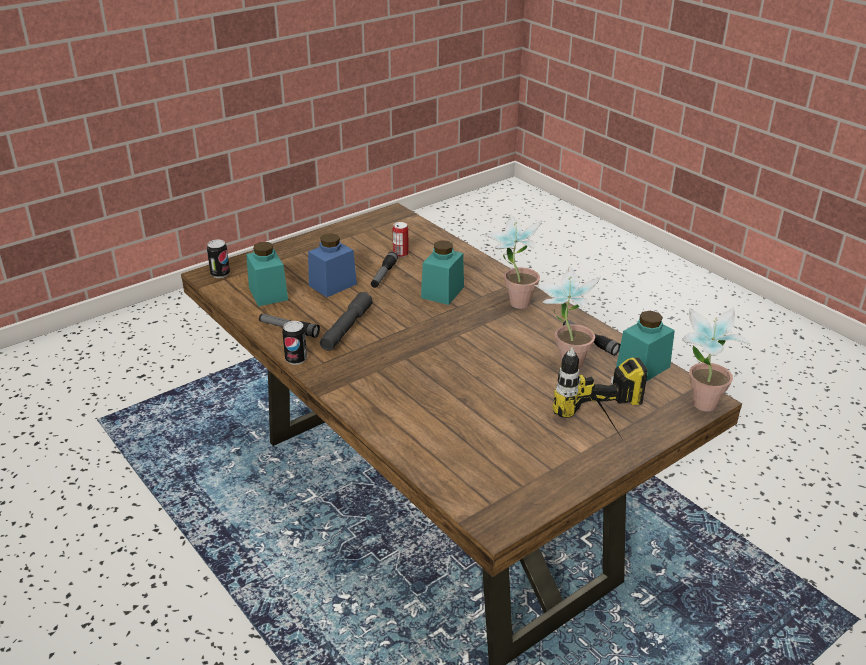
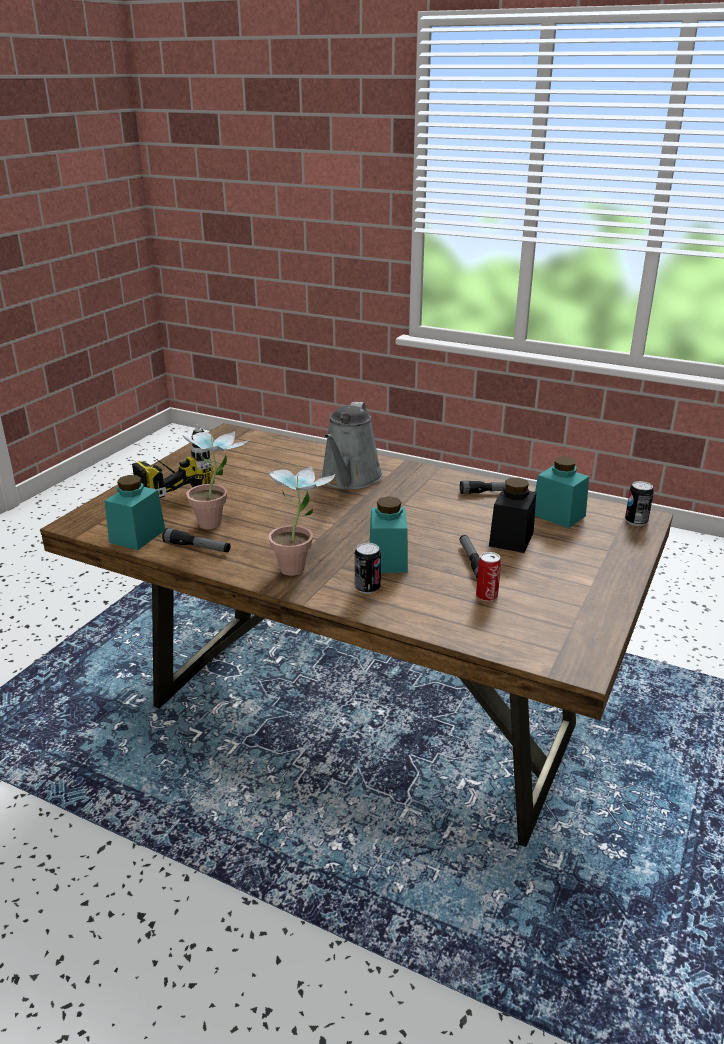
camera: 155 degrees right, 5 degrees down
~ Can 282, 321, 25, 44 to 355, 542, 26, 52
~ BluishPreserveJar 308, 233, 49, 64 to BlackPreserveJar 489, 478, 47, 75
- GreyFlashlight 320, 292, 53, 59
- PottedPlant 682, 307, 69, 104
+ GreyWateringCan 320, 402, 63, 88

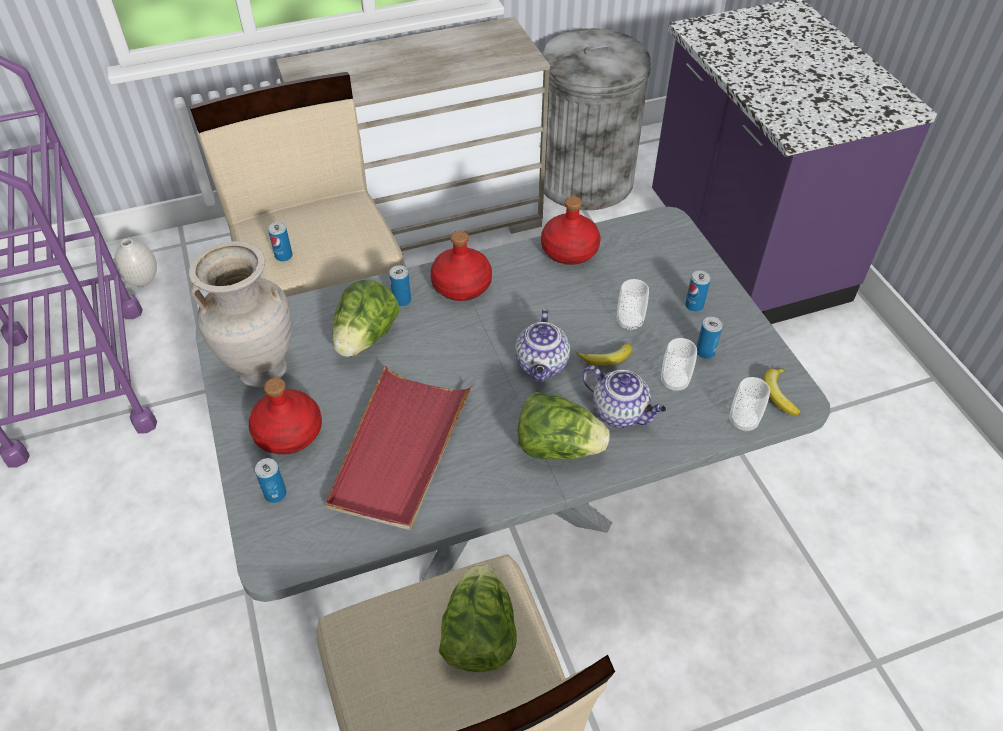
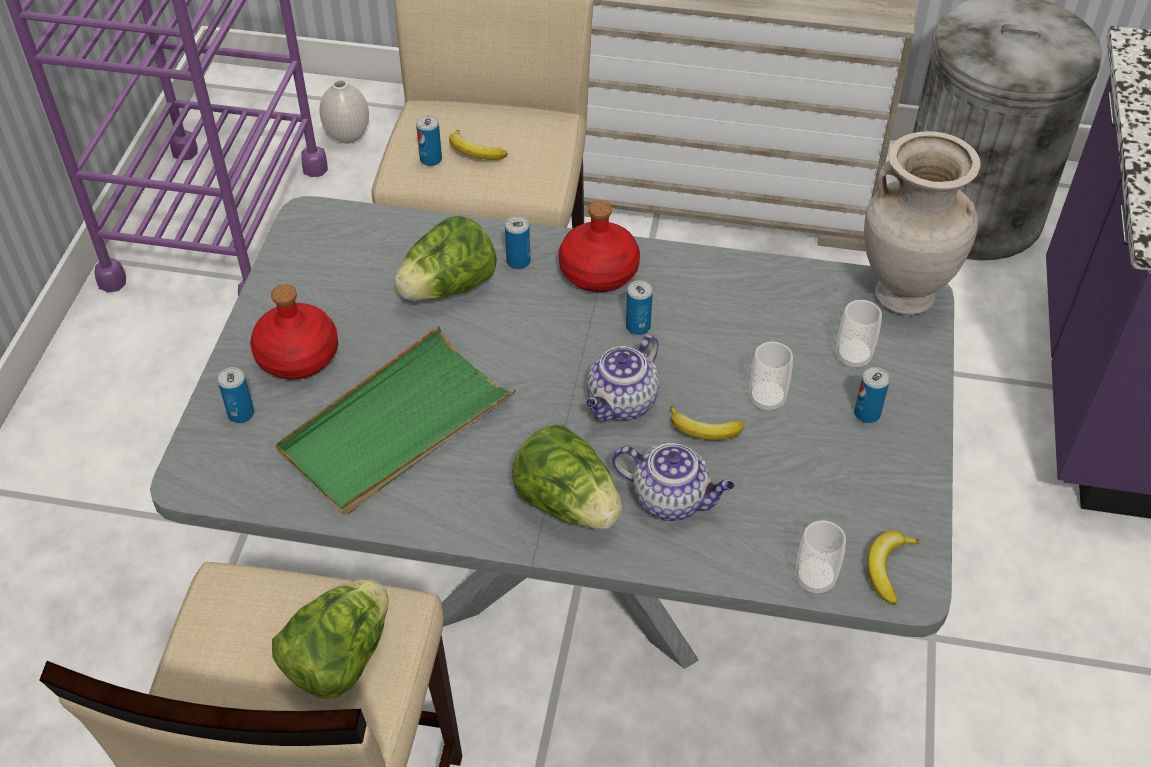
camera: 30 degrees right, 0 degrees up
~ BeigeColouredFlowerVase 189, 241, 103, 146 to 864, 131, 117, 184
~ ReddishServingTray 325, 366, 147, 164 to GreenColouredServingTray 276, 326, 240, 189
- ReddishBottle 541, 196, 59, 69
~ PotForTea 582, 366, 84, 62 = 612, 443, 123, 78 45 degrees counterclockwise
~ DrinkingCup 661, 338, 36, 54 to 836, 300, 46, 69
~ Can 696, 317, 27, 42 to 626, 280, 27, 55
+ BananaFruit 449, 130, 59, 30

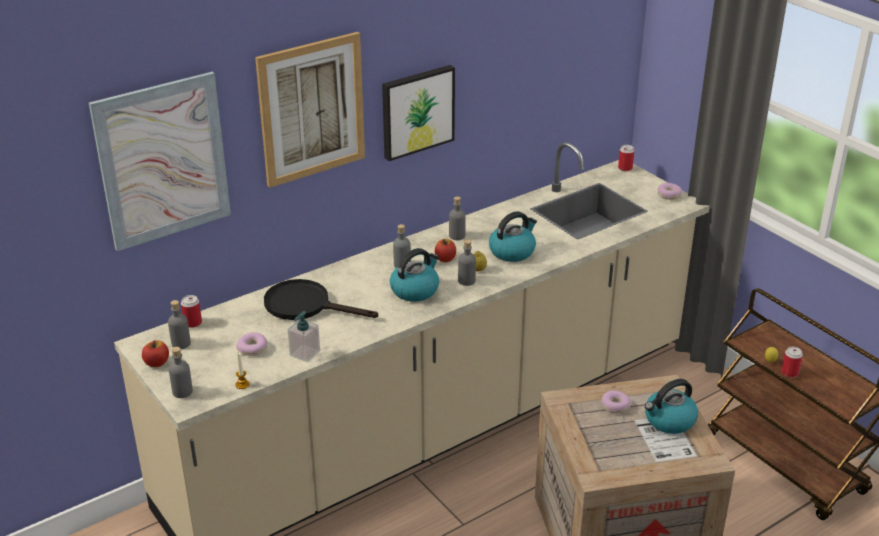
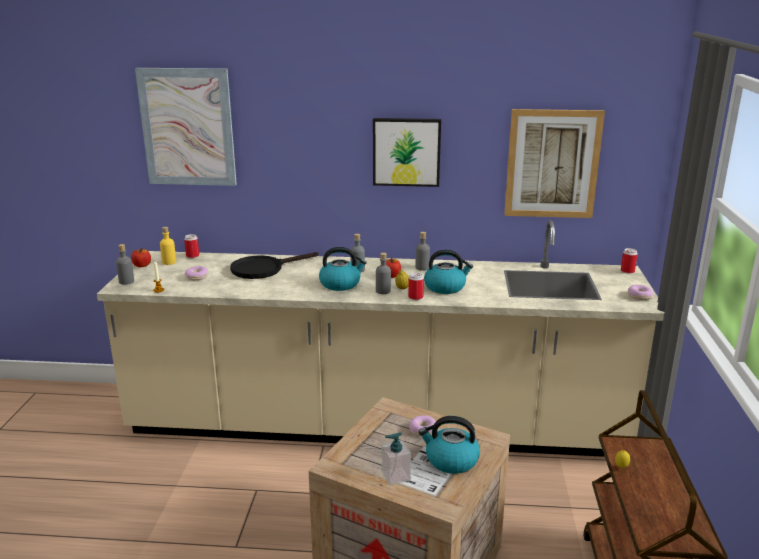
camera: 40 degrees right, 10 degrees down
~ GreyBottle 168, 300, 23, 49 to YellowColouredBottle 160, 227, 16, 38
~ WallArt 255, 32, 110, 156 to 504, 109, 101, 109
~ BlackFryingPan 264, 279, 114, 41 = 230, 252, 88, 27 90 degrees counterclockwise
~ LiquidSoapBottle 288, 311, 32, 51 to 382, 432, 29, 53
~ Can 781, 347, 22, 31 to 408, 272, 16, 28

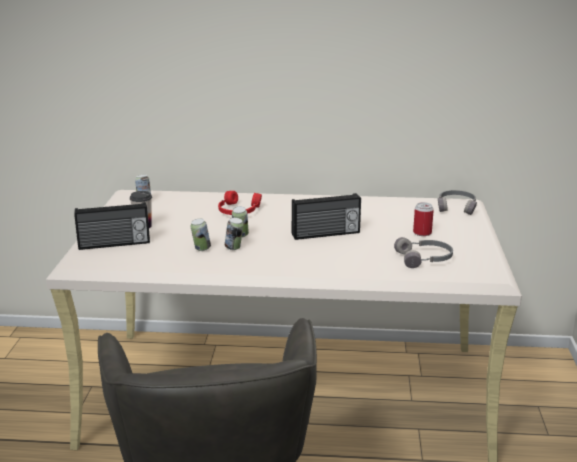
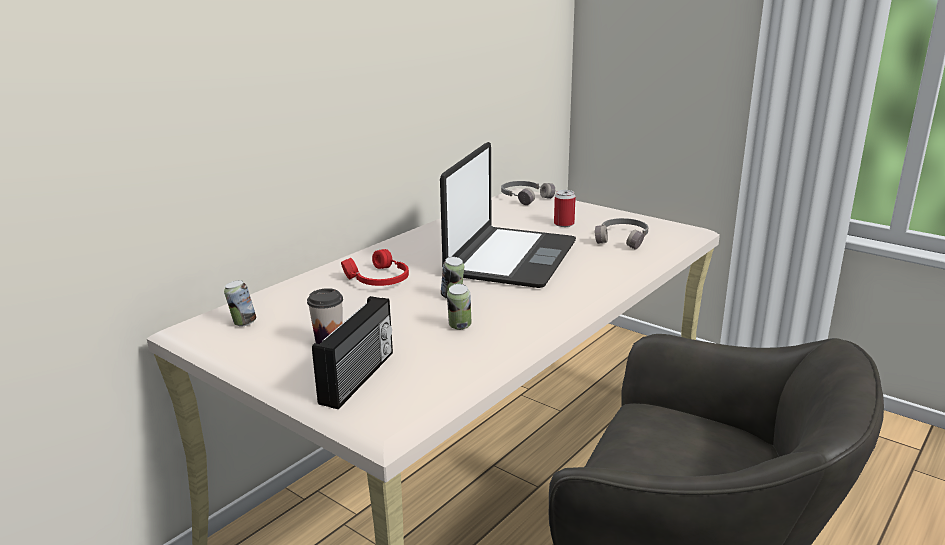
camera: 55 degrees left, 0 degrees up
- Can 225, 218, 18, 32
~ RadioSet 292, 193, 69, 47 to PortableComputer 440, 142, 136, 146

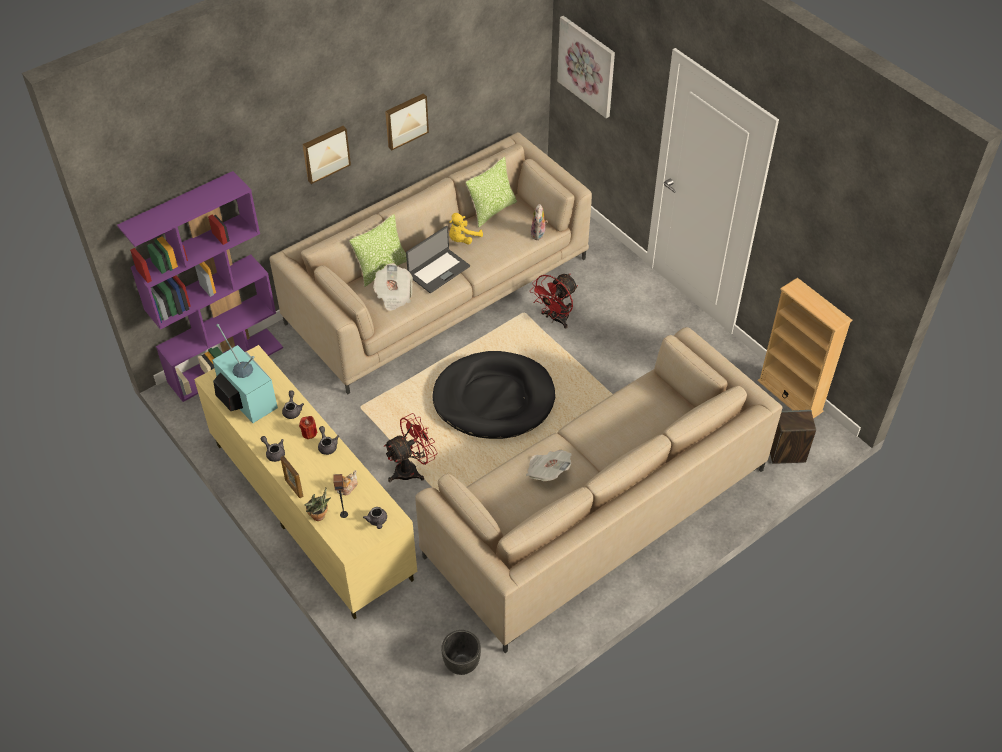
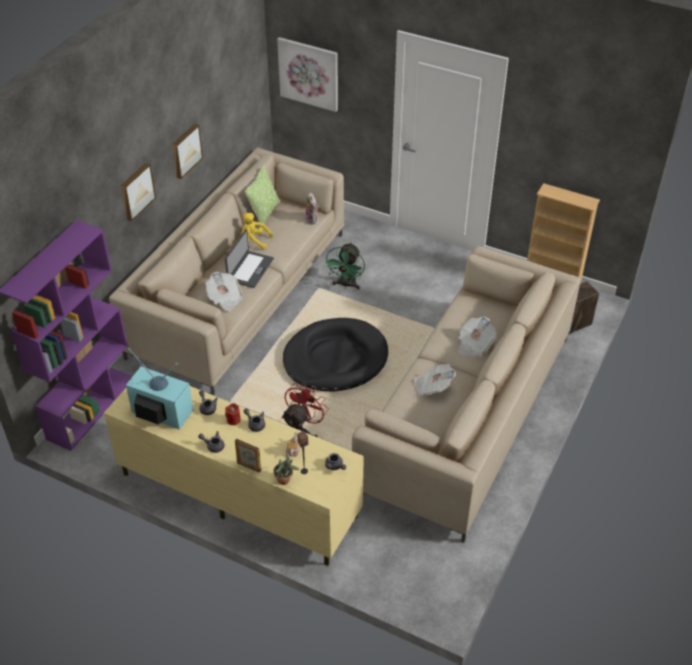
camera: 25 degrees left, 5 degrees down
- Pillow 349, 214, 58, 73
- BlackFlowerPot 441, 630, 40, 45
~ YellowColouredPlushToy 449, 213, 34, 31 = 242, 213, 31, 36 90 degrees clockwise
~ ReddishCoolingFan 531, 274, 47, 55 to GreenColouredCoolingFan 324, 242, 41, 47
+ PrintedPaper 458, 317, 39, 40

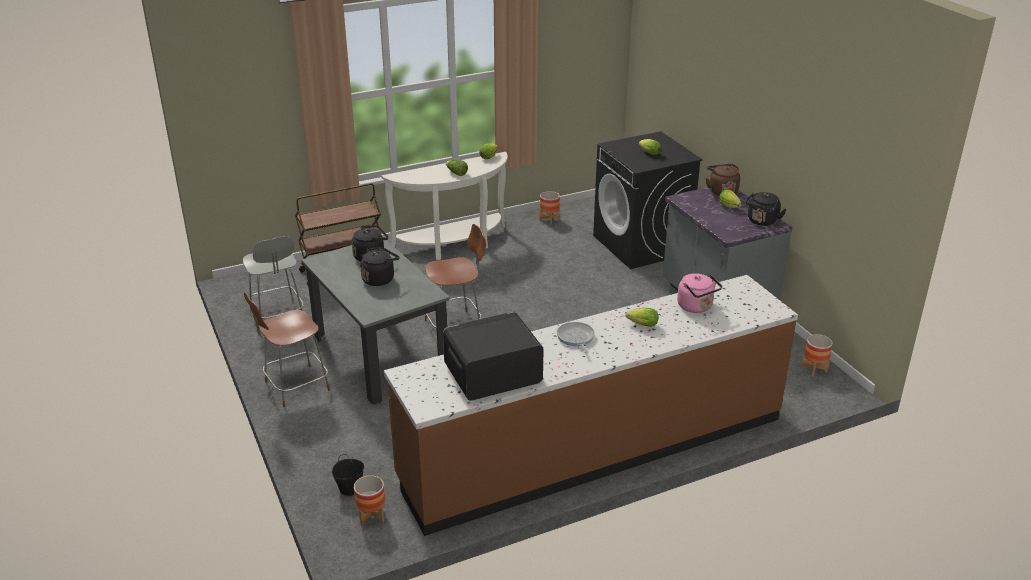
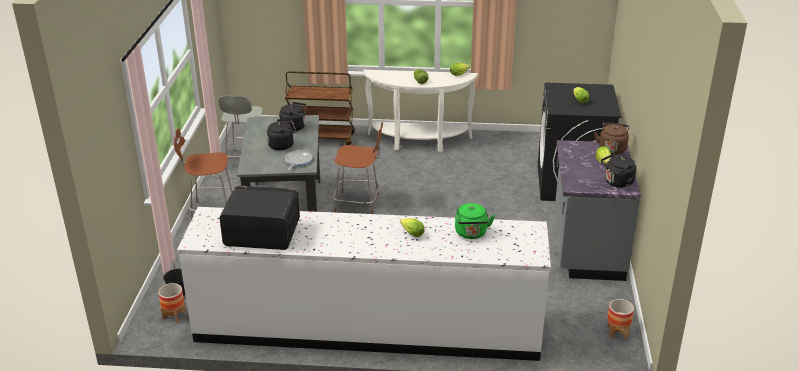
camera: 30 degrees right, 0 degrees up
~ BrownishKitchenBaseUnit 384, 275, 414, 261 to WhitishKitchenBaseUnit 177, 207, 374, 154
- FlowerPot 539, 191, 21, 34
~ FryingPan 557, 322, 38, 31 to 285, 150, 28, 21
~ PinkColouredKettle 677, 273, 45, 40 to GreenColouredKettle 455, 203, 40, 36

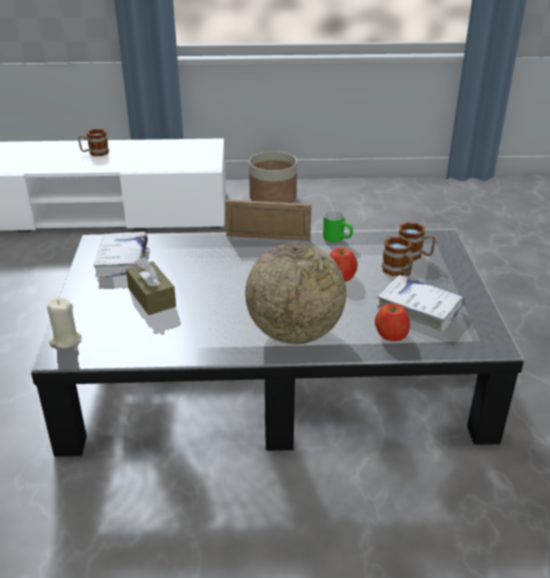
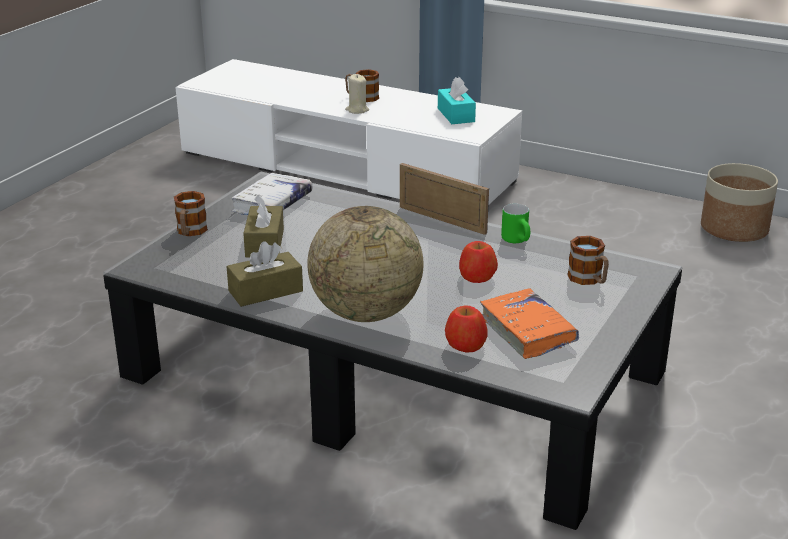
camera: 30 degrees right, 5 degrees down
~ BeigeColouredCandle 47, 297, 34, 51 to 345, 74, 24, 40
~ FlowerPot 249, 151, 48, 52 to 701, 163, 77, 79
~ WhitishVolume 377, 275, 88, 57 to OrangeyVolume 480, 288, 99, 71
~ TeaMug 382, 237, 31, 39 to 174, 191, 34, 45
+ BrownishTissueHolder 227, 241, 76, 66
+ TurquoiseTissueHolder 438, 77, 38, 47

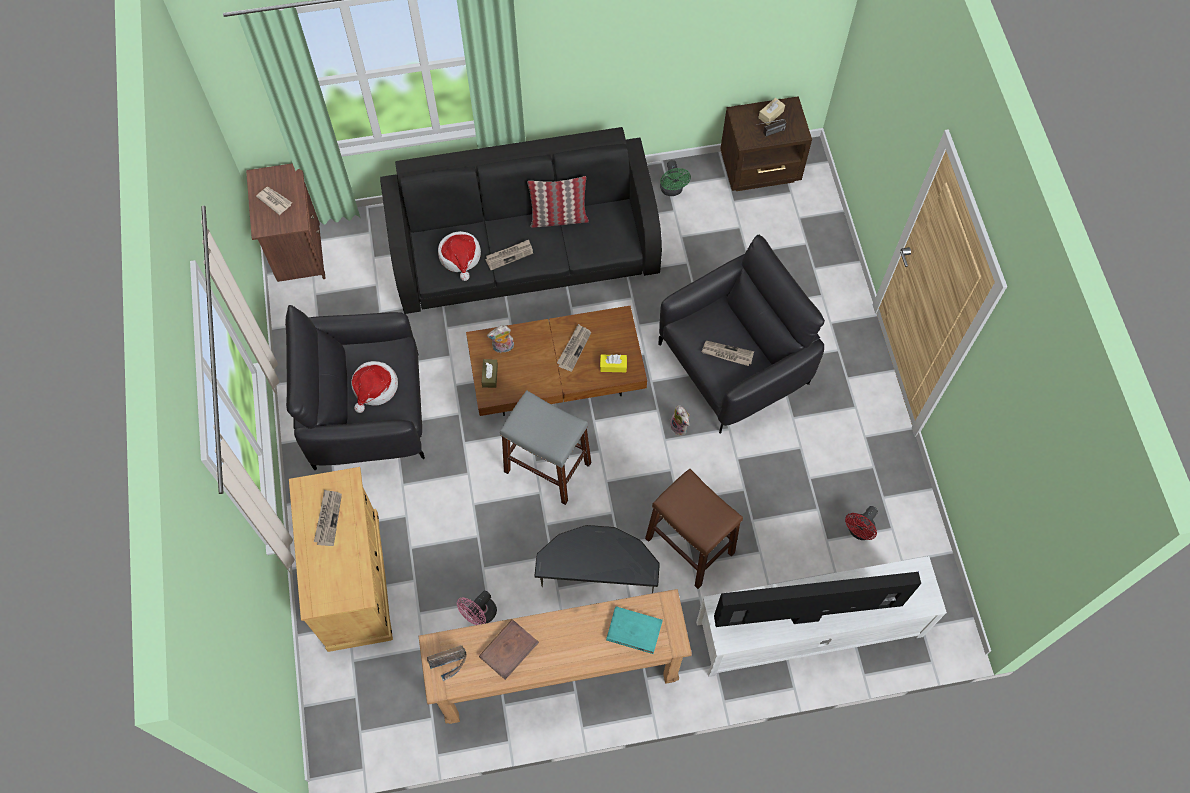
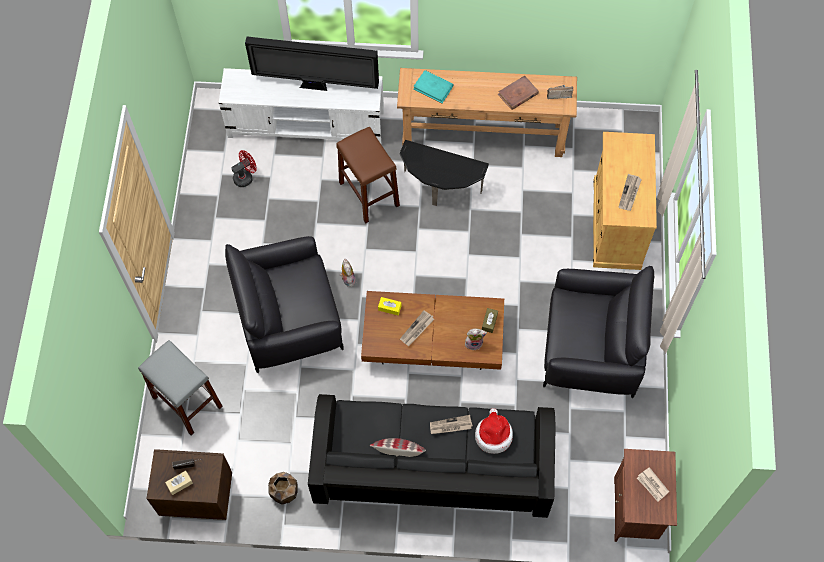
camera: 165 degrees left, 0 degrees up
- ClothingHat 351, 361, 47, 52
- PinkColouredCoolingFan 457, 591, 40, 34
~ GreyStoolSeat 500, 390, 91, 115 to 138, 340, 85, 96
~ GreenColouredCoolingFan 660, 160, 31, 36 to BrownishFlowerPot 268, 472, 30, 32
- PrintedPaper 702, 341, 52, 25

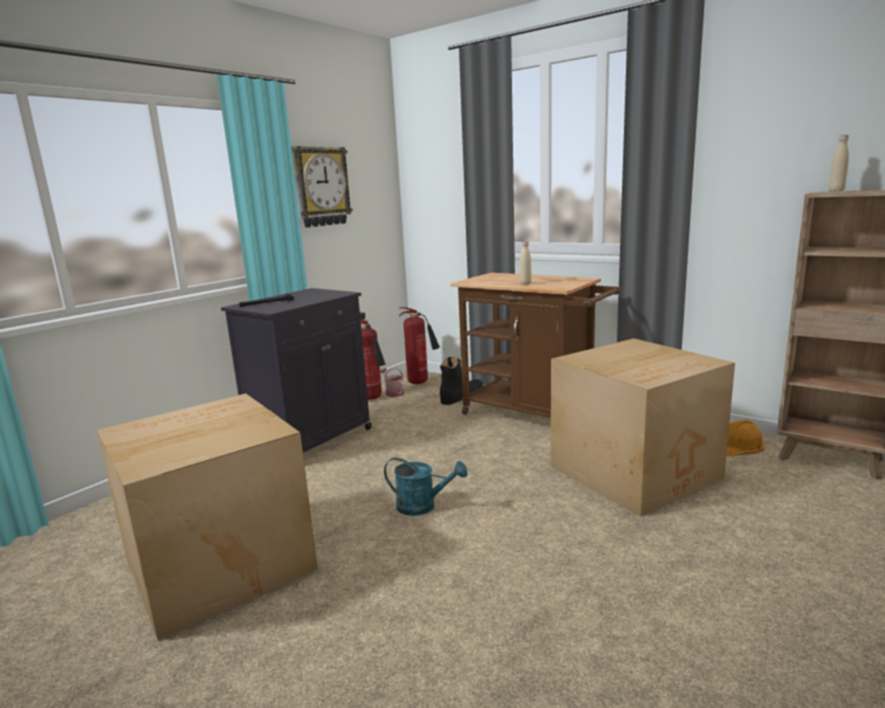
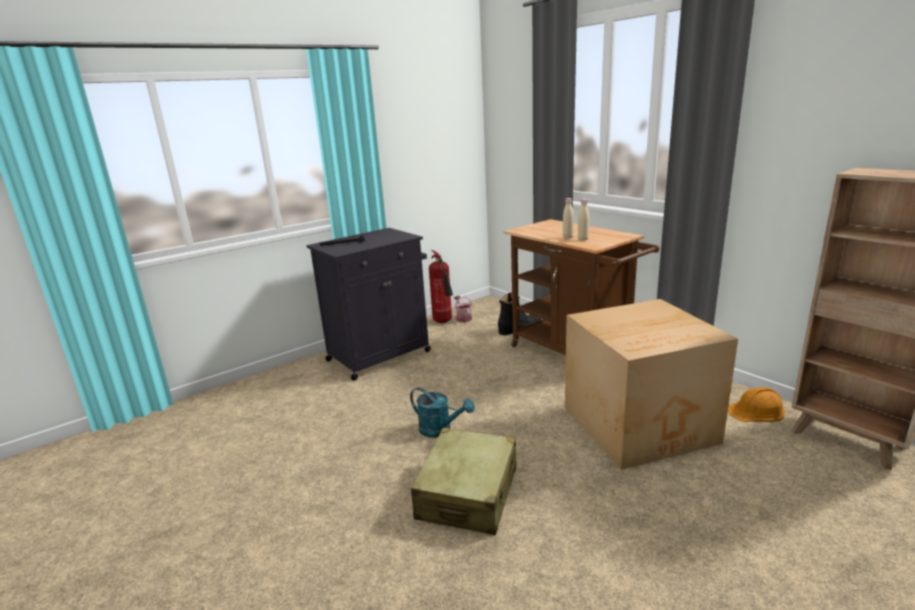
camera: 15 degrees right, 5 degrees up
- CardboardBox 97, 393, 221, 248
- WallClock 291, 146, 62, 82
- FireFightingCylinder 399, 307, 41, 77
~ BeigeColouredBottle 829, 135, 20, 57 to 578, 199, 11, 42
+ BeigeColouredSuitcase 411, 428, 105, 107

